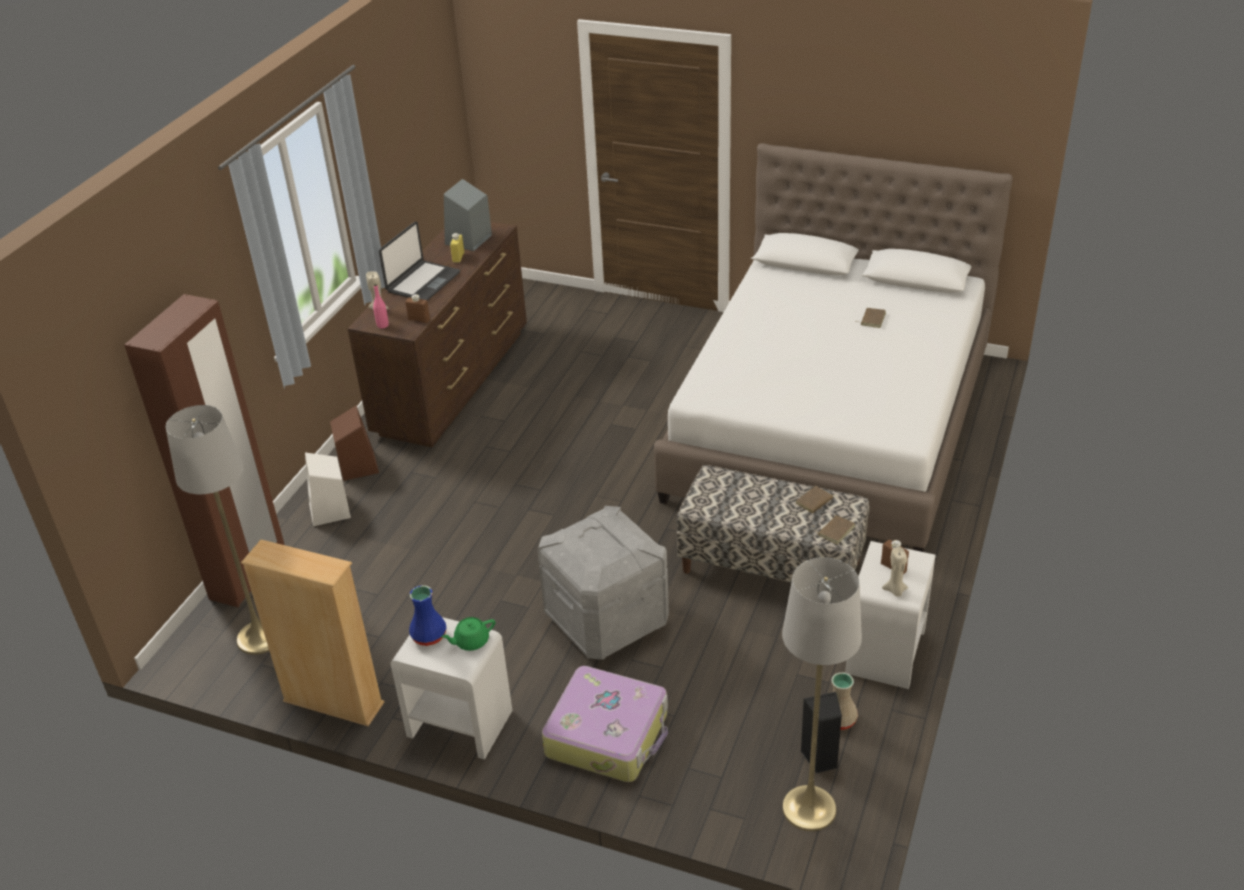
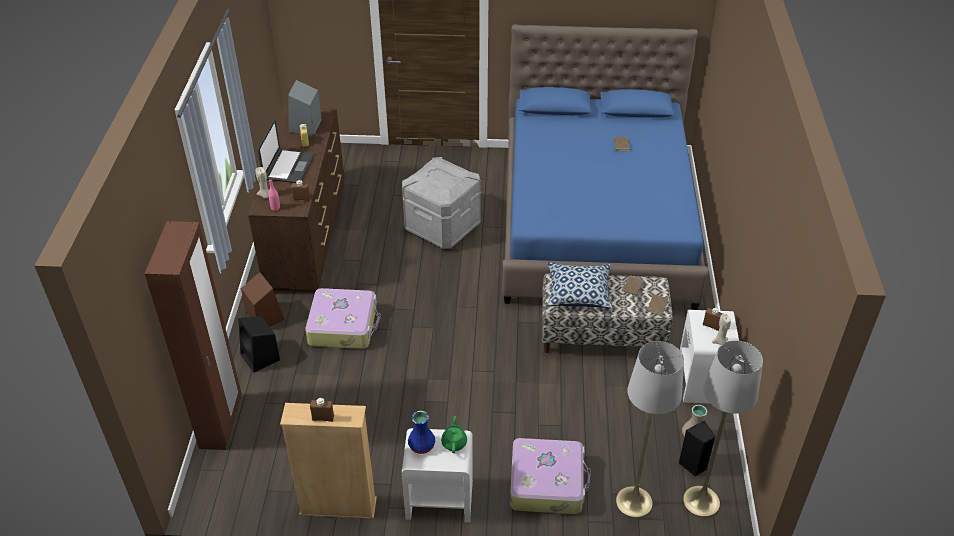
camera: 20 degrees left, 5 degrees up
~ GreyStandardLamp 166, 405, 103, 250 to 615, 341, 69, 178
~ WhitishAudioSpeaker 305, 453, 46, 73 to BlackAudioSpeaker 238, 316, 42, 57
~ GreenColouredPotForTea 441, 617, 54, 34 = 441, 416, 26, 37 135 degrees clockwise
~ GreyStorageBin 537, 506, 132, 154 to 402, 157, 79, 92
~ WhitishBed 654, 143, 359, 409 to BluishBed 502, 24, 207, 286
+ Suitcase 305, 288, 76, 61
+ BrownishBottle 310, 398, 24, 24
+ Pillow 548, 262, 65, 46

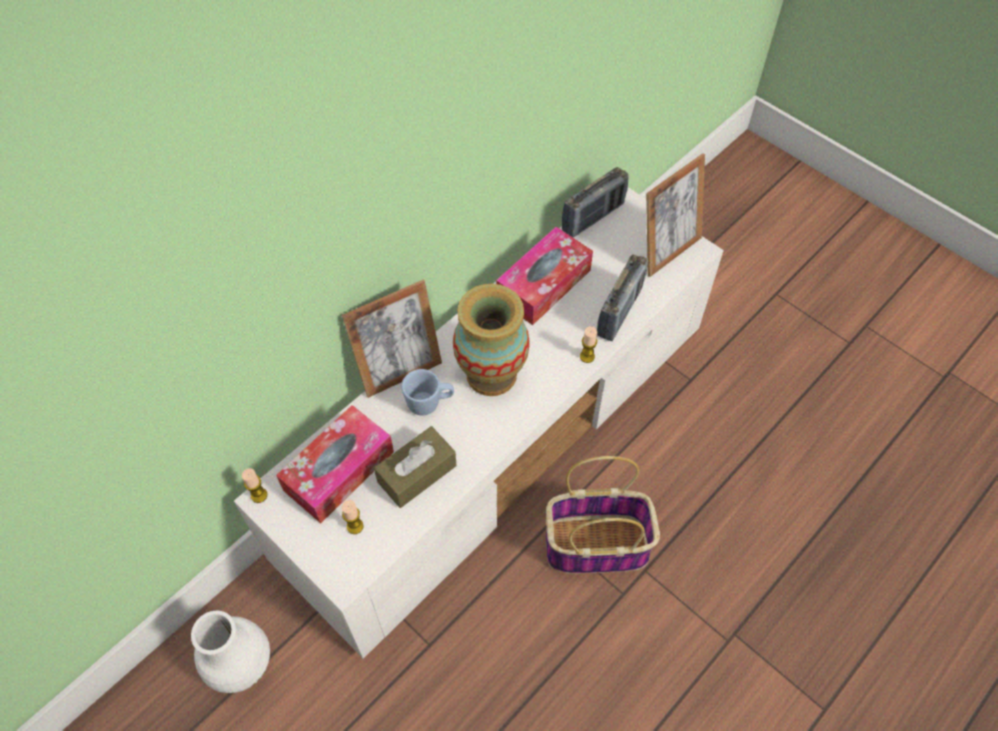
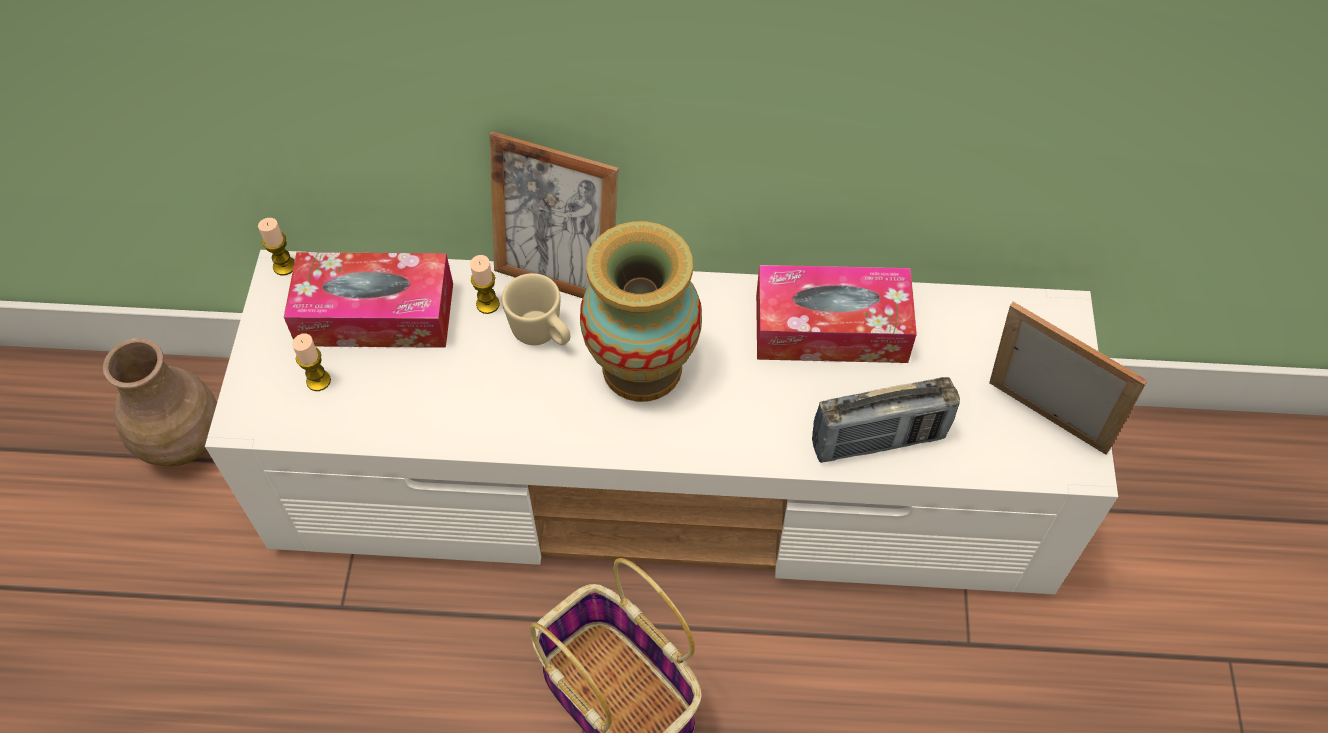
camera: 50 degrees right, 0 degrees up
~ WhitishFlowerVase 191, 611, 79, 82 to BrownishFlowerVase 103, 338, 114, 128
- BrownishTissueHolder 374, 426, 82, 82
~ BluishTeaMug 401, 369, 53, 46 to BeigeColouredTeaMug 502, 273, 68, 72
- RadioSet 562, 167, 67, 71
~ Candle 580, 326, 17, 37 to 470, 255, 30, 59
~ PhotoFrame 646, 153, 59, 124 = 989, 302, 159, 153 150 degrees counterclockwise

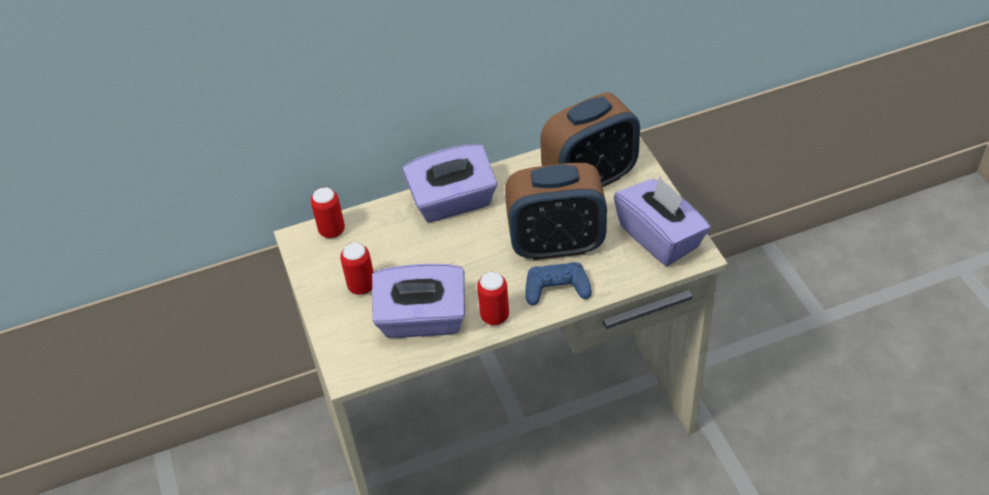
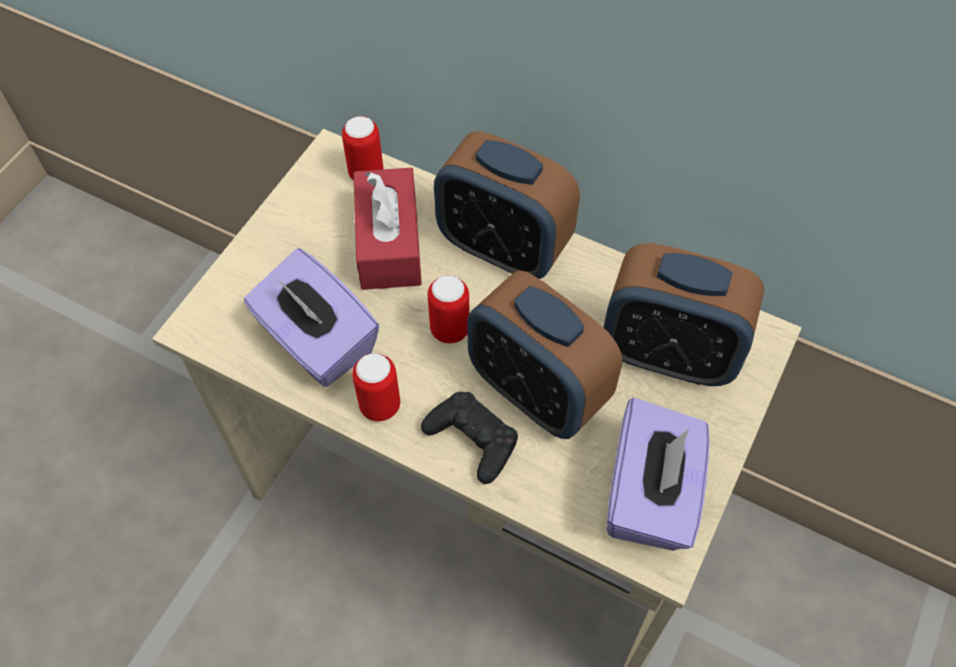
camera: 45 degrees right, 10 degrees up
~ Can 340, 243, 33, 52 to 428, 275, 41, 68
~ PurpleTissueHolder 403, 144, 94, 78 to TableClock 434, 131, 146, 148
~ BluishJoypad 525, 262, 67, 43 to BlackJoypad 421, 392, 97, 92
+ ReddishTissueHolder 353, 168, 69, 122

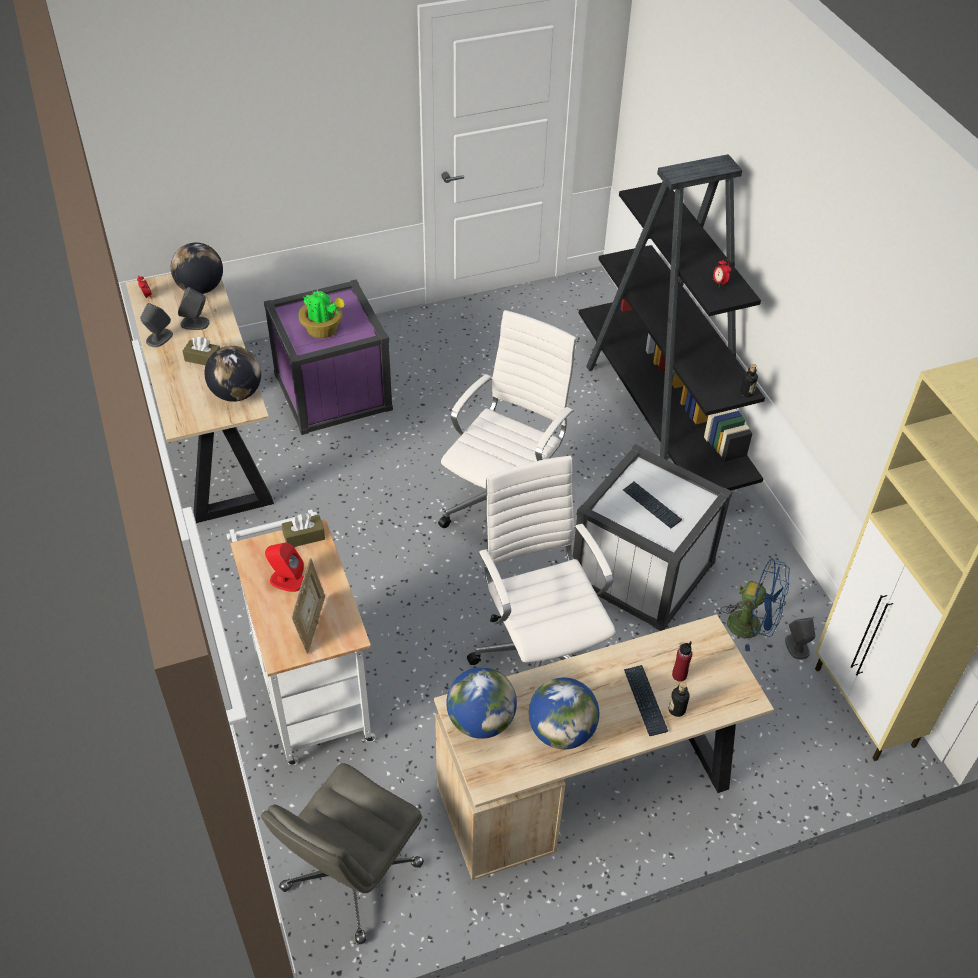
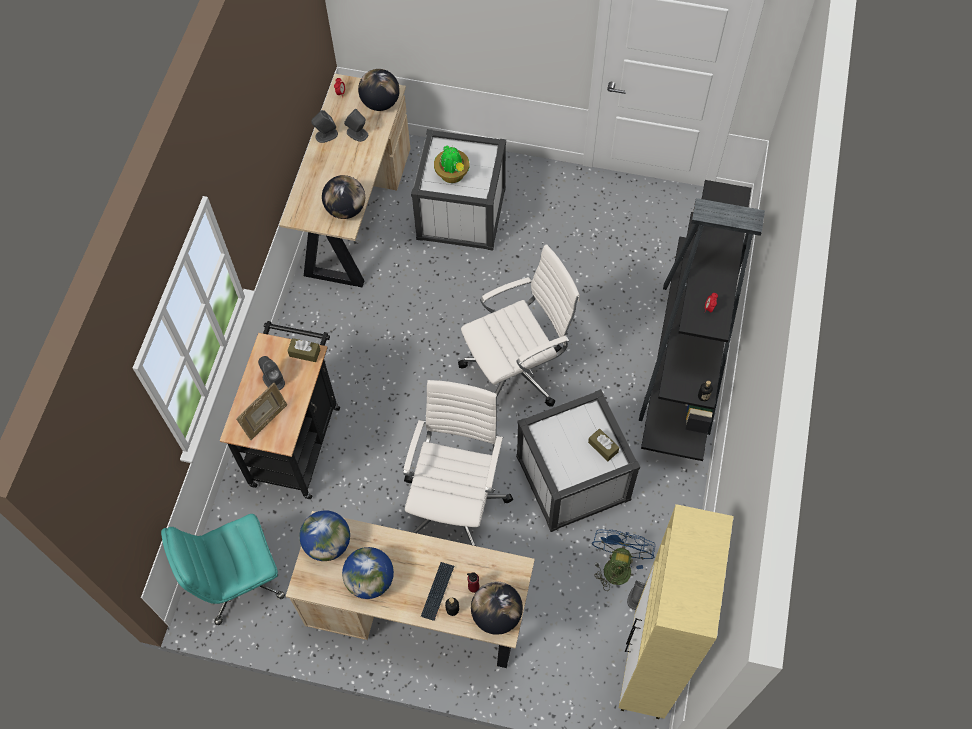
camera: 35 degrees right, 15 degrees up
~ BrownishTissueHolder 183, 337, 37, 28 to 588, 429, 31, 32
~ WhitishCart 227, 509, 149, 257 to BlackCart 220, 321, 120, 178
~ GreyComputerChair 261, 763, 163, 181 to TurquoiseComputerChair 161, 514, 124, 111
~ PurpleStorageBin 264, 279, 129, 156 to WhitishStorageBin 411, 129, 95, 122
~ ReddishAudioSpeaker 265, 543, 39, 49 to GreyAudioSpeaker 258, 356, 27, 35
- PcKeyboard 623, 482, 59, 46
~ BluishCoolingFan 721, 558, 69, 93 = 592, 530, 63, 61 135 degrees counterclockwise
+ Globe 471, 582, 52, 53

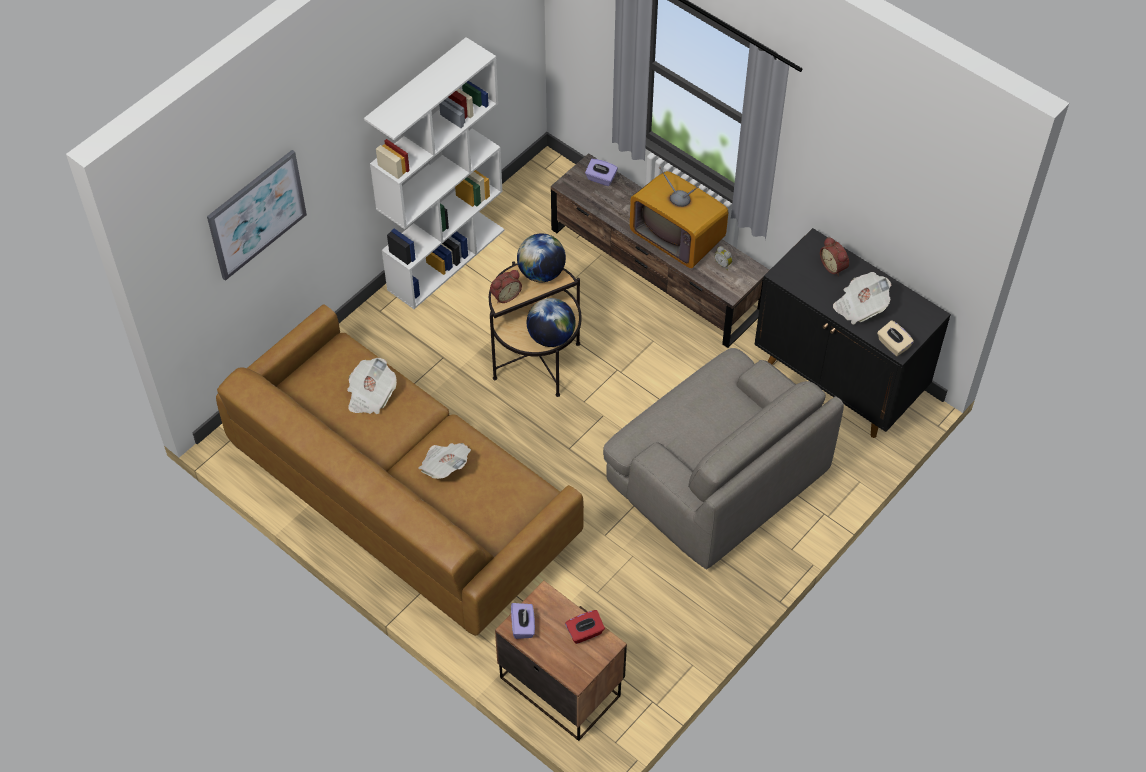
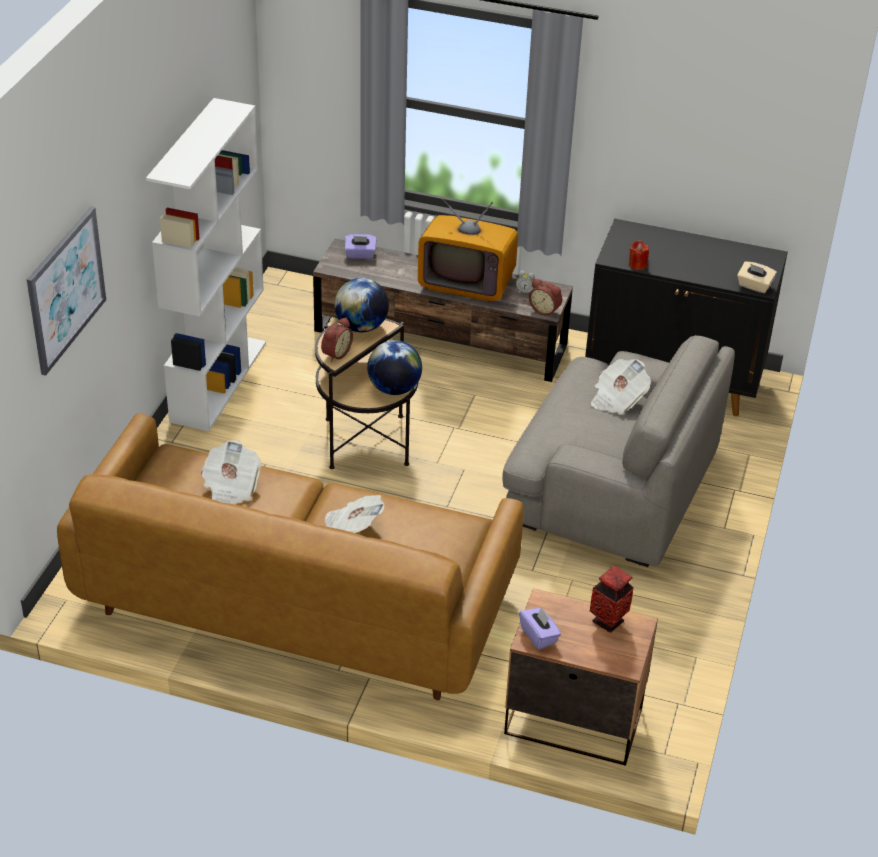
camera: 25 degrees left, 15 degrees down
~ ReddishTissueHolder 565, 610, 40, 34 to FlowerVase 589, 566, 45, 67
~ TableClock 820, 237, 29, 39 to 529, 278, 33, 38
~ PrintedPaper 833, 272, 59, 53 to 591, 359, 60, 56
+ ReddishCandle 629, 241, 20, 29

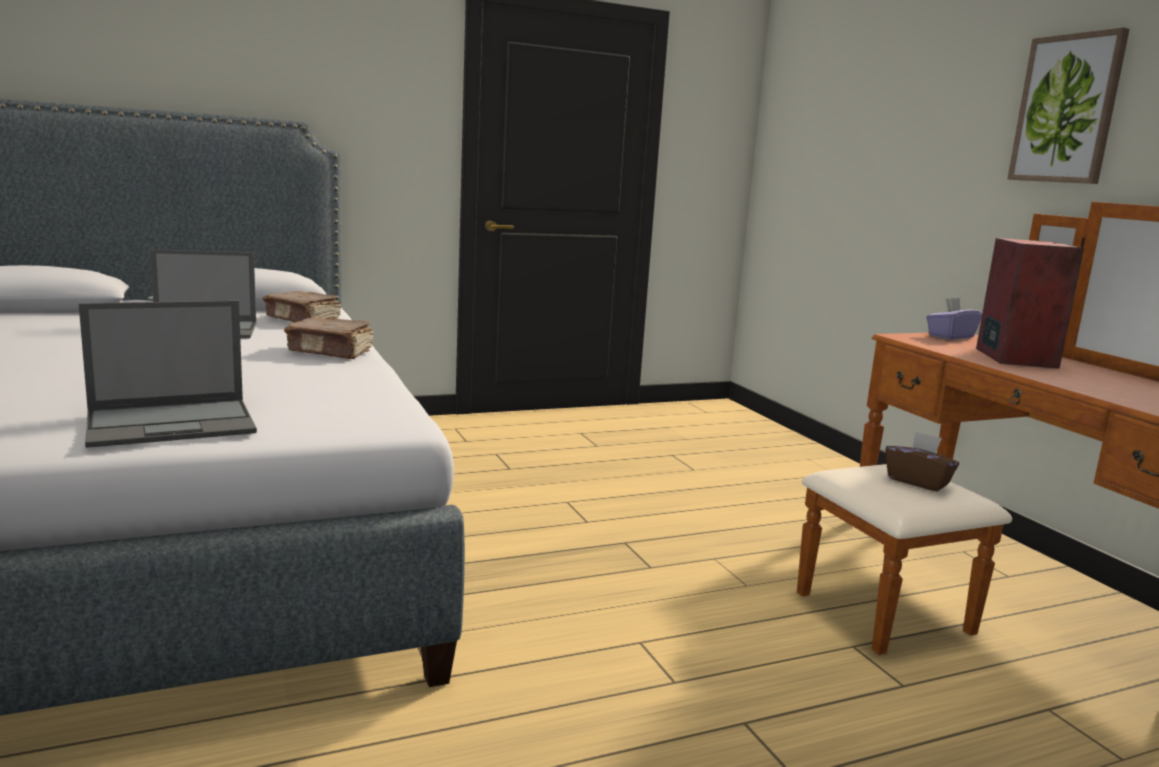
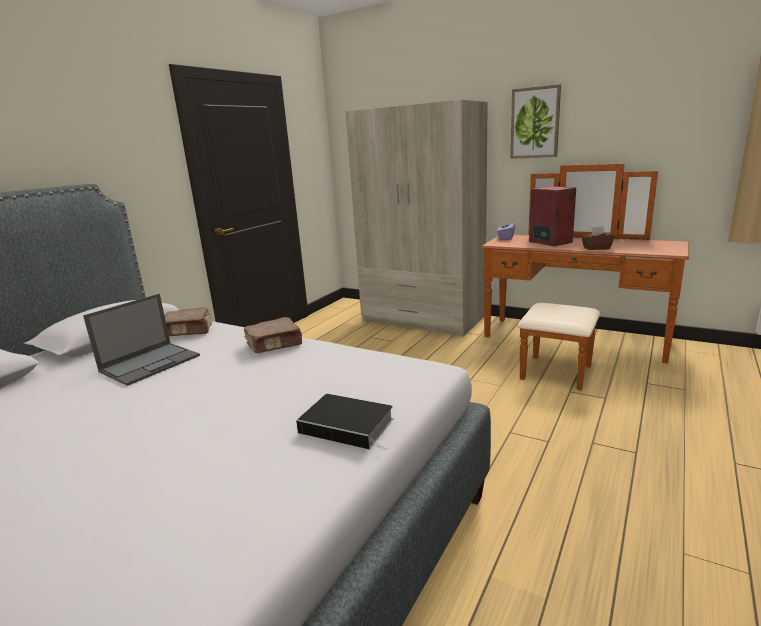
camera: 35 degrees left, 5 degrees up
~ PortableComputer 79, 300, 178, 148 to Volume 296, 394, 97, 56
~ BrownishTissueHolder 885, 431, 74, 61 to 581, 226, 34, 24
+ BeigeColouredWardrobe 345, 100, 143, 237

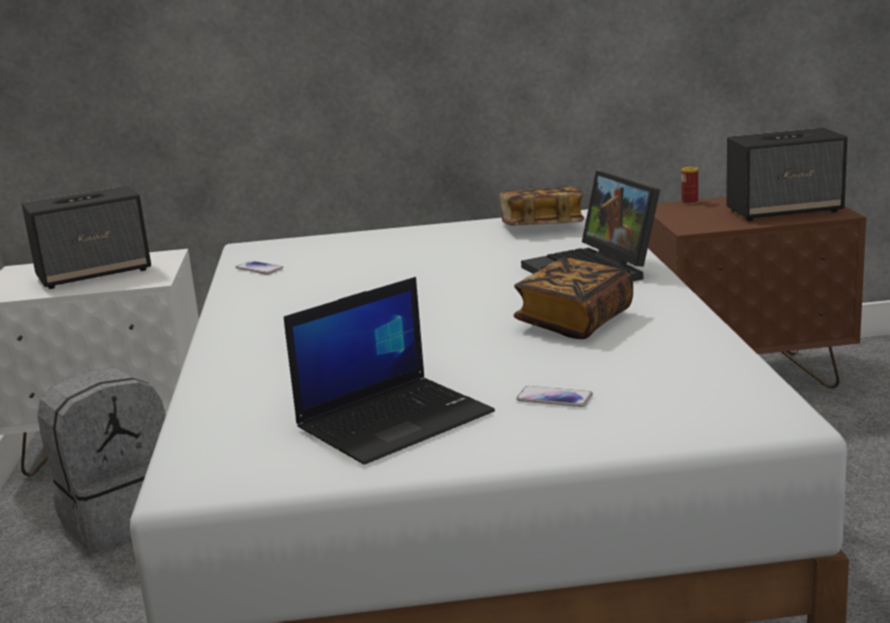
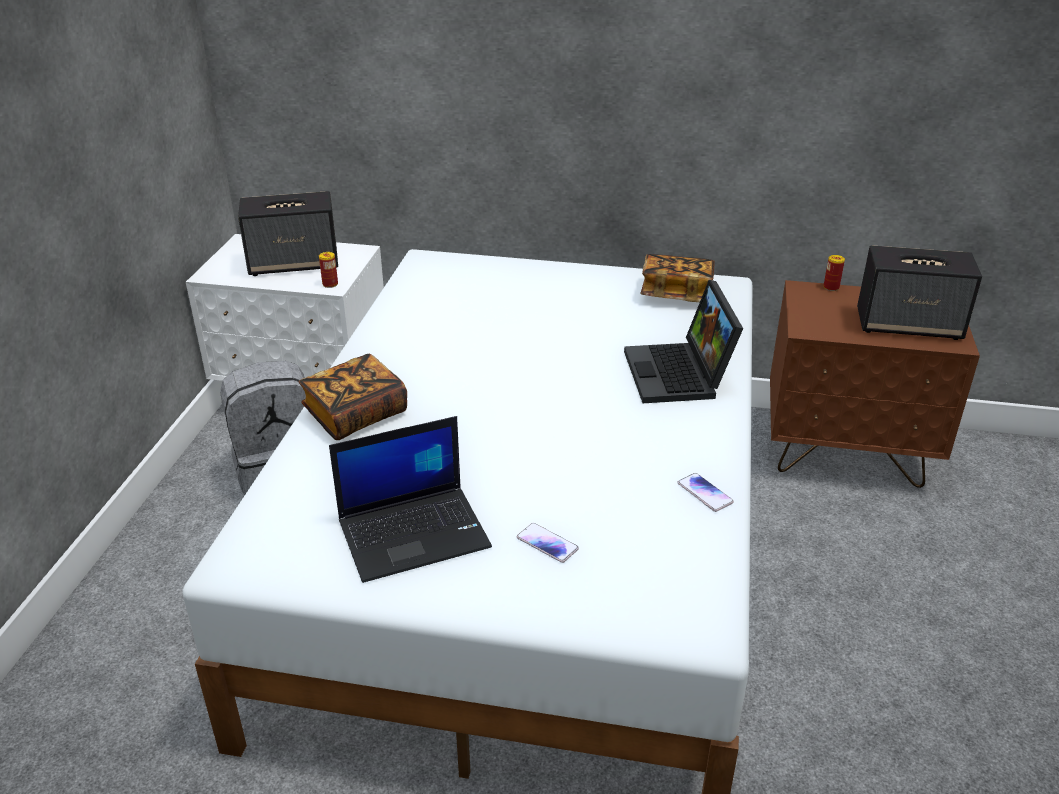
camera: 15 degrees right, 15 degrees up
~ Telephone 235, 261, 48, 14 to 677, 473, 57, 39
~ Volume 514, 258, 119, 81 to 299, 354, 108, 86
+ Can 319, 252, 19, 36

